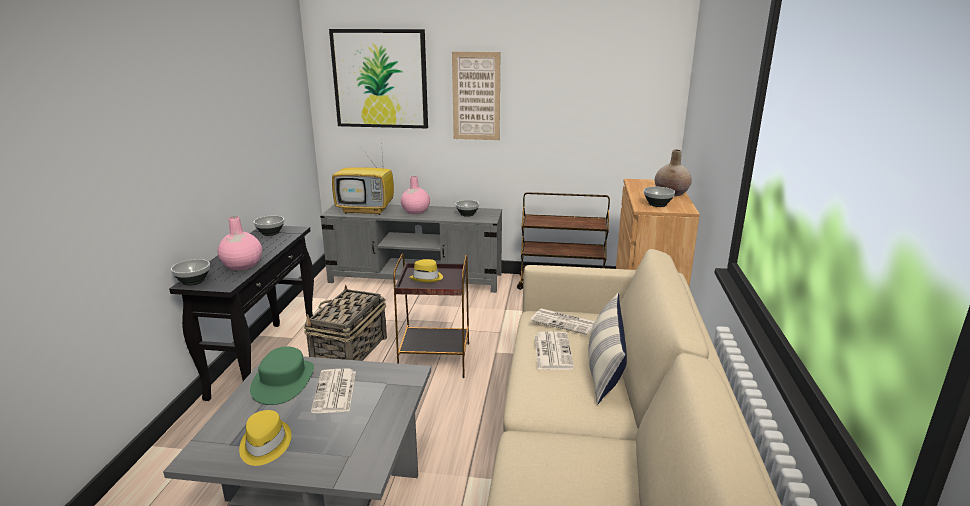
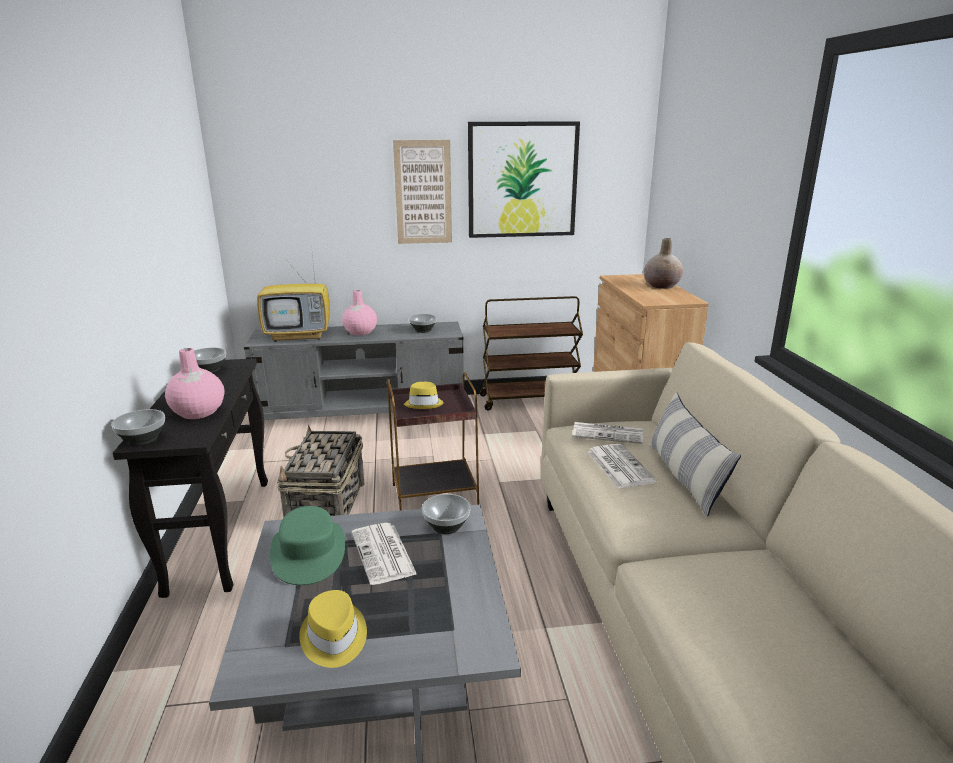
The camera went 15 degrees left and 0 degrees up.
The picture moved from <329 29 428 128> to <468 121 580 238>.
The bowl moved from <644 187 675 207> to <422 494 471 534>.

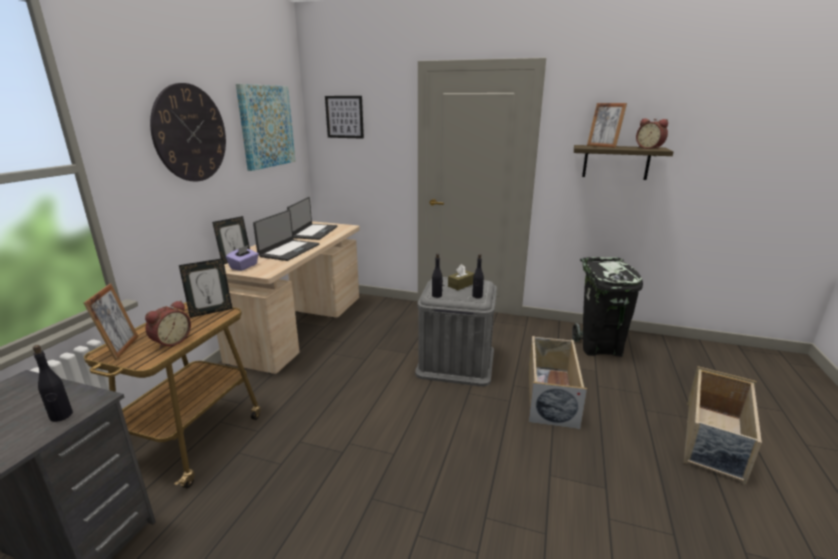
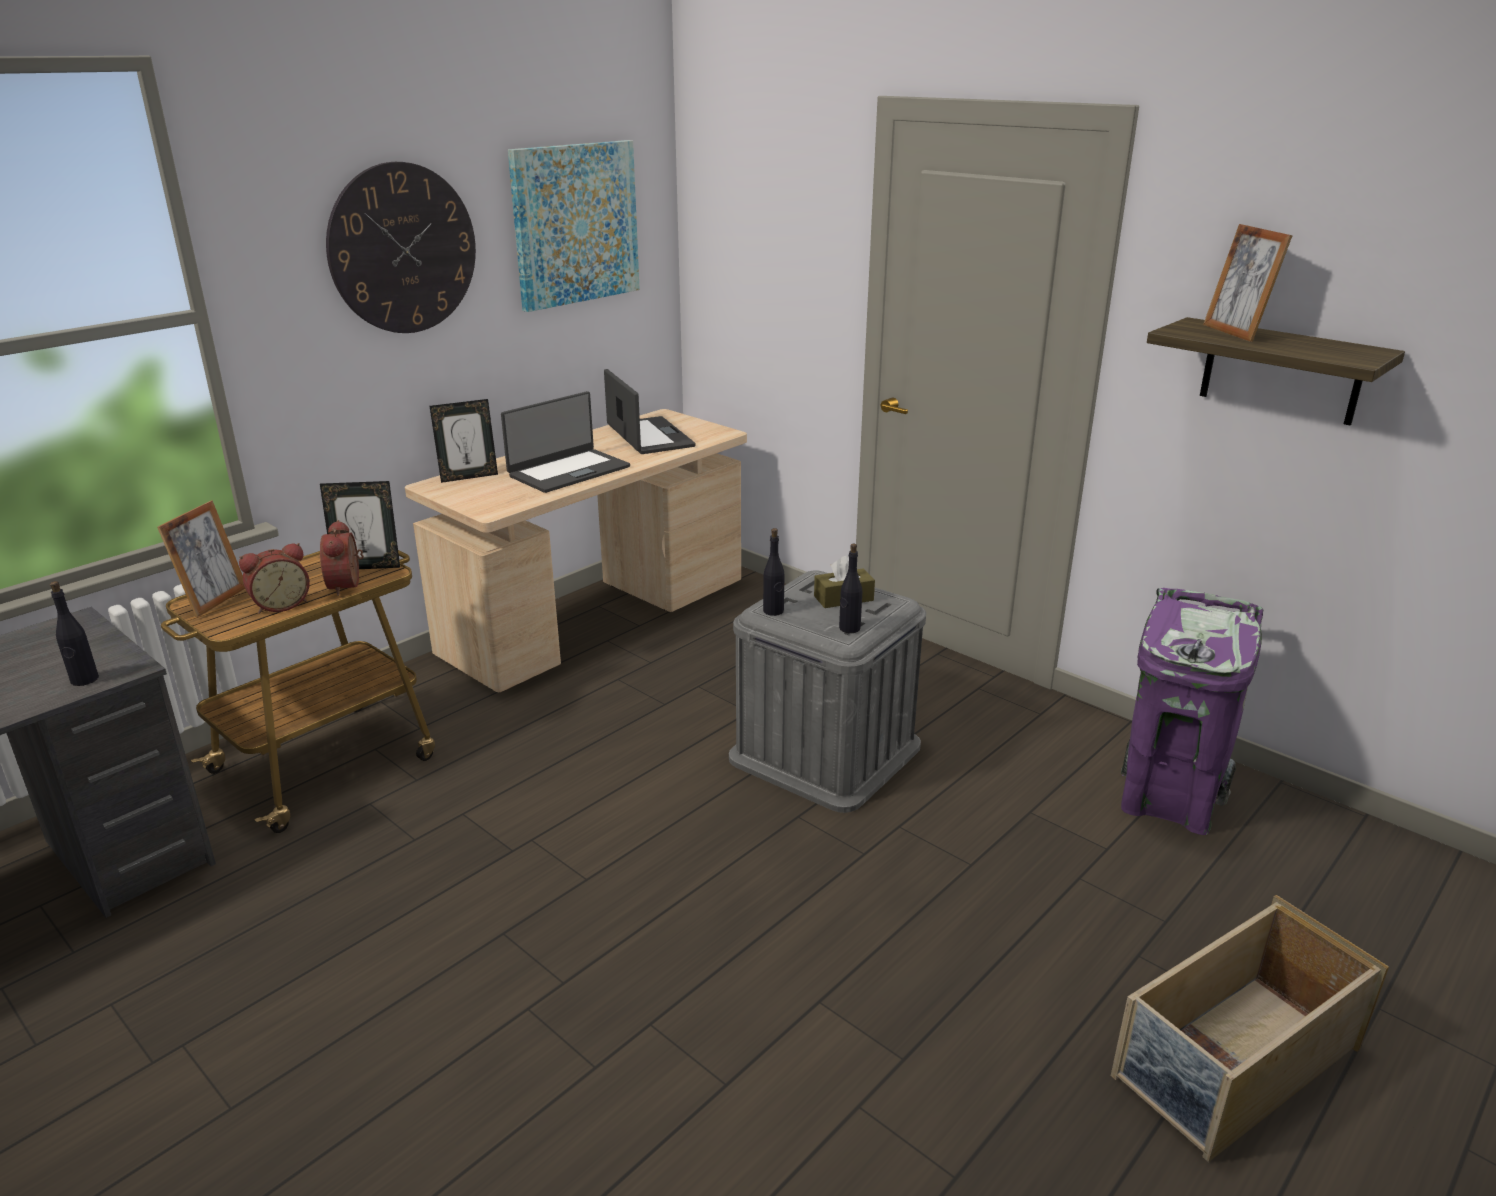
The camera went 25 degrees right and 5 degrees up.
The picture at <325 96 364 139> disappeared.
The alarm clock moved from <636 118 668 150> to <320 520 364 596>.
The laptop at <287 197 338 240> turned 60 degrees counterclockwise.
The purple tissue box at <226 245 259 271> disappeared.
The black trash can at <572 257 643 357> became the purple trash can at <1121 588 1264 835>.
The beige storage box at <529 336 587 429> disappeared.

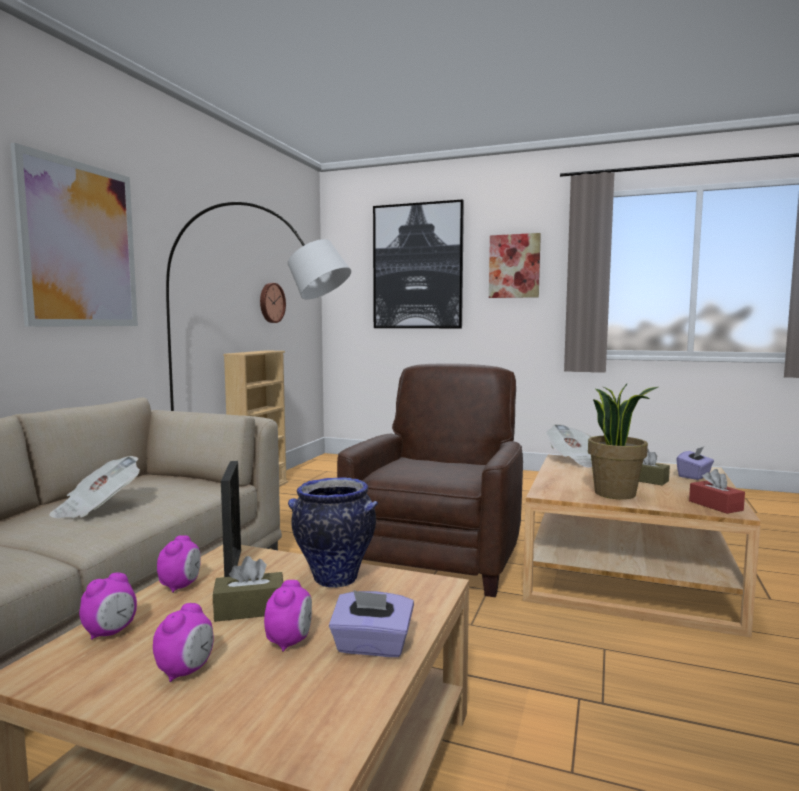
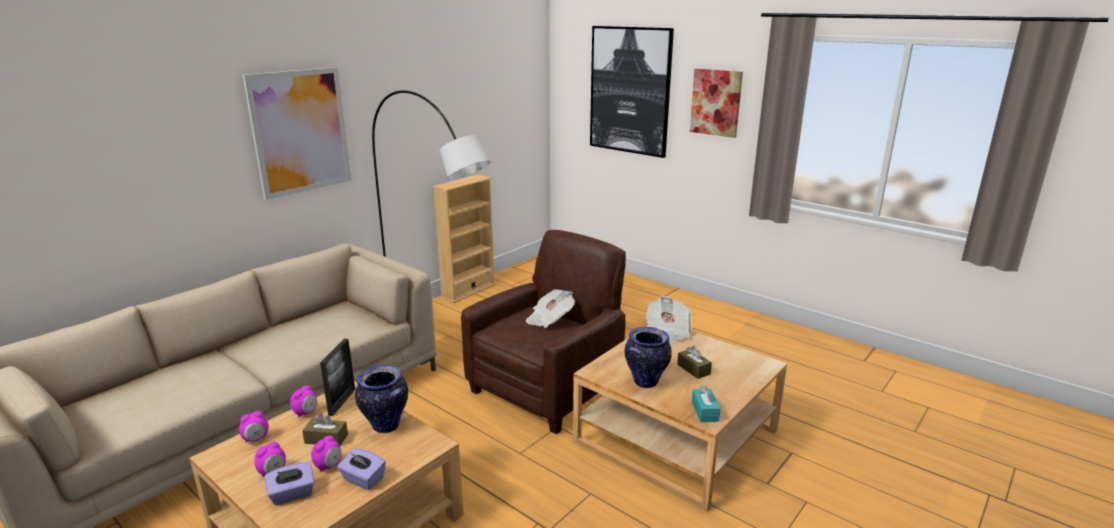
The camera went 20 degrees right and 15 degrees up.
The wall clock at <260 283 286 323> disappeared.
The potted plant at <588 383 658 499> was replaced by the vase at <625 327 672 388>.
The purple tissue box moved from <676 447 714 480> to <265 463 314 505>.
The newspaper moved from <49 456 140 518> to <526 290 575 328>.
The red tissue box at <689 469 745 514> became the turquoise tissue box at <692 385 721 422>.

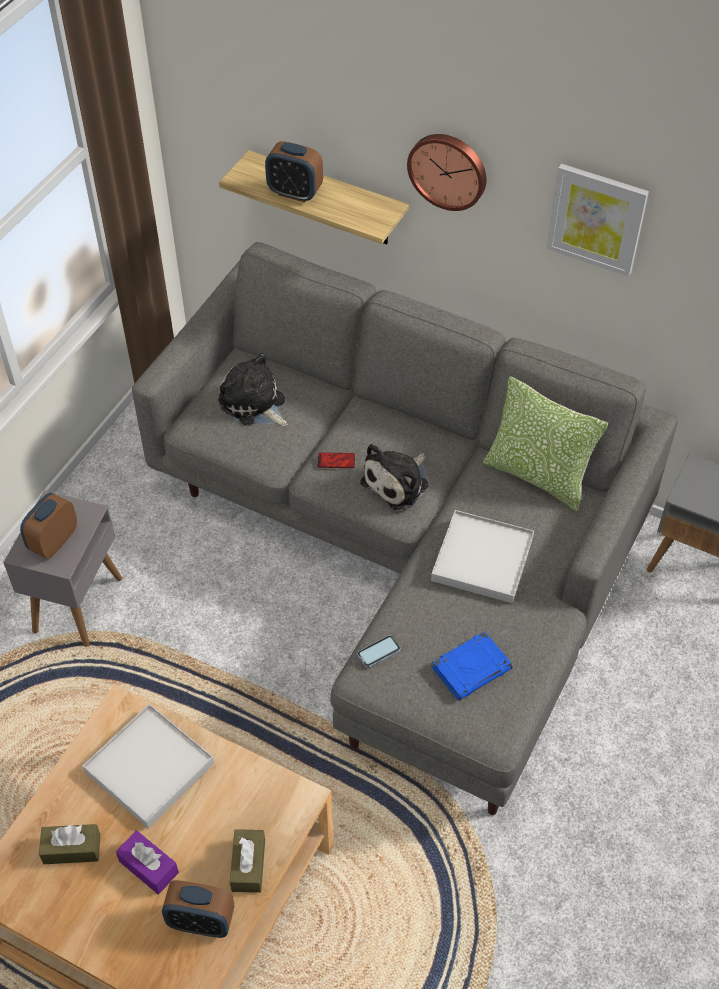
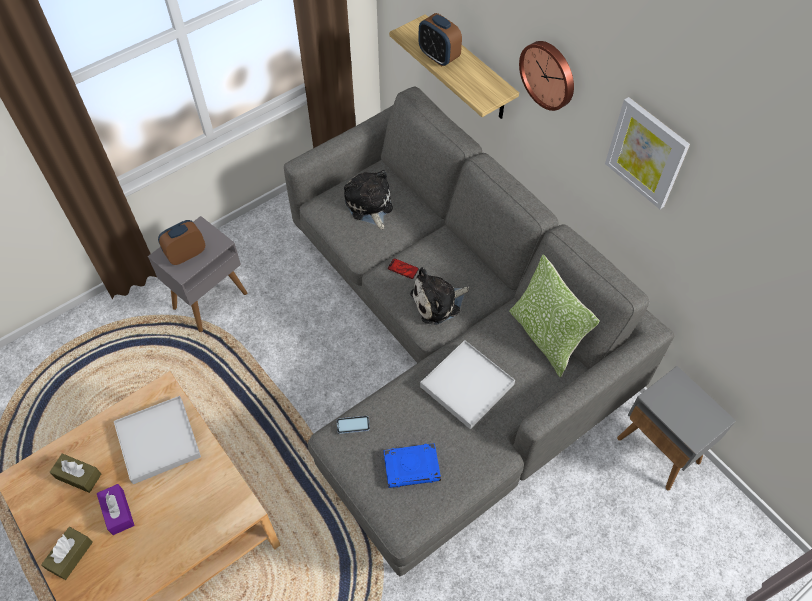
The camera went 25 degrees right and 5 degrees up.
The brown tissue box moved from <230 829 265 893> to <41 527 93 580>.
The alarm clock at <162 880 235 938> disappeared.

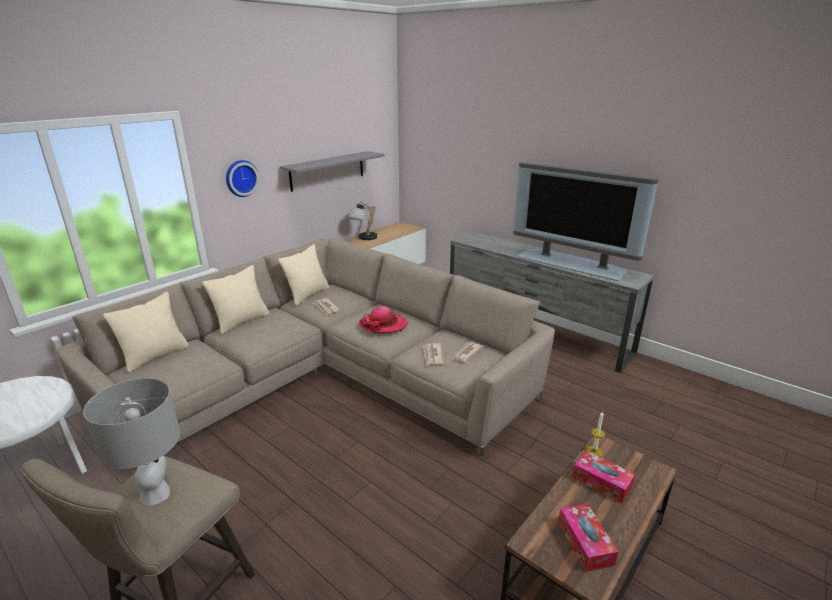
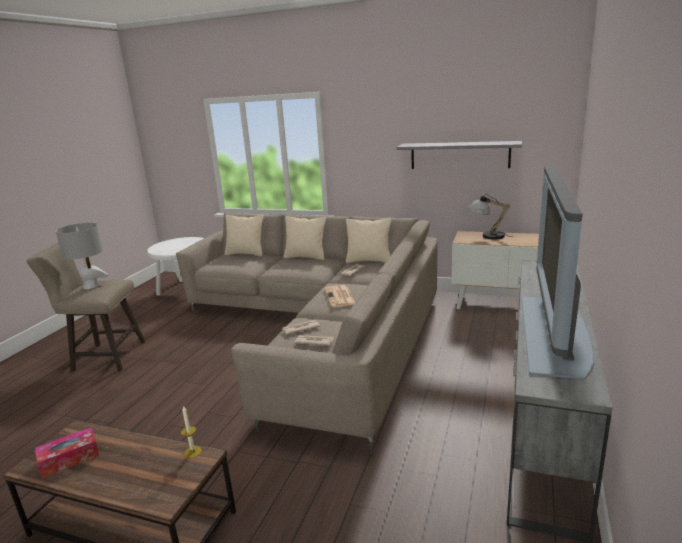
The camera went 70 degrees right and 5 degrees down.
The wall clock at <226 160 259 197> disappeared.
The hat at <359 306 408 334> was replaced by the newspaper at <325 285 355 307>.
The tissue box at <572 450 635 503> disappeared.

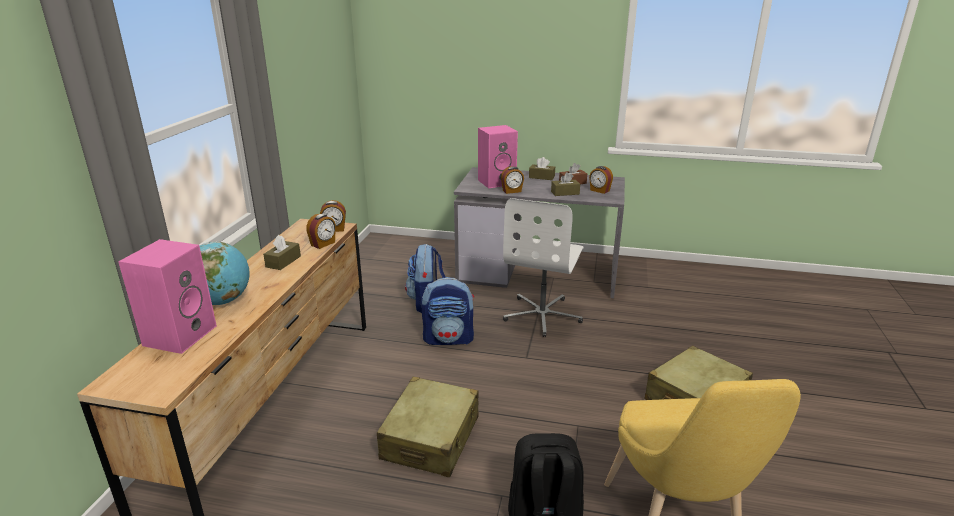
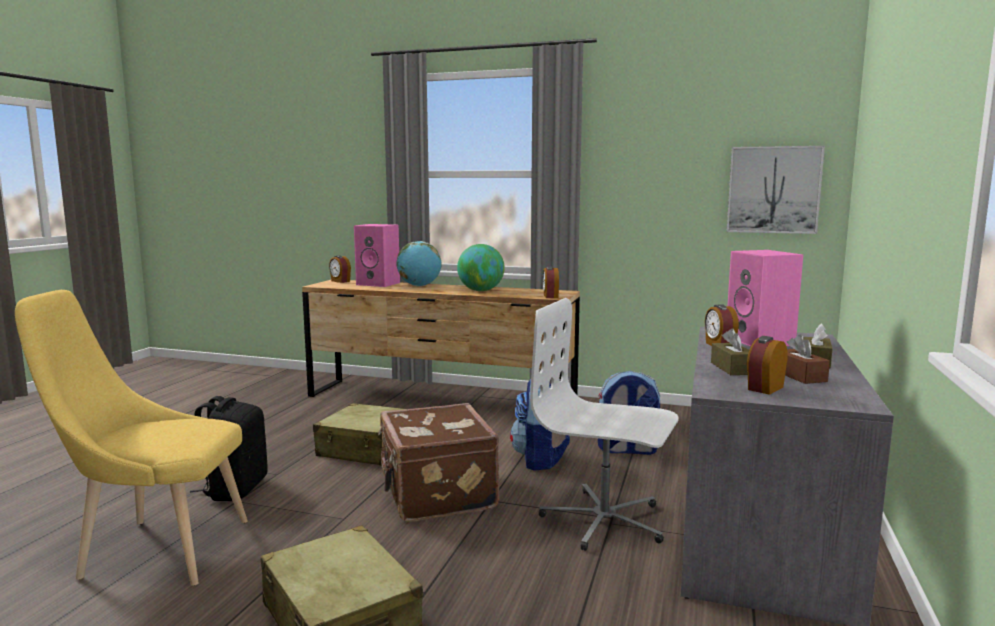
The camera went 95 degrees right and 15 degrees down.
The alarm clock moved from <306 214 336 249> to <329 255 351 283>.
The brown tissue box at <263 235 301 270> was replaced by the globe at <457 244 505 291>.
The picture at <727 146 825 234> appeared.
The brown suitcase at <378 403 499 522> appeared.

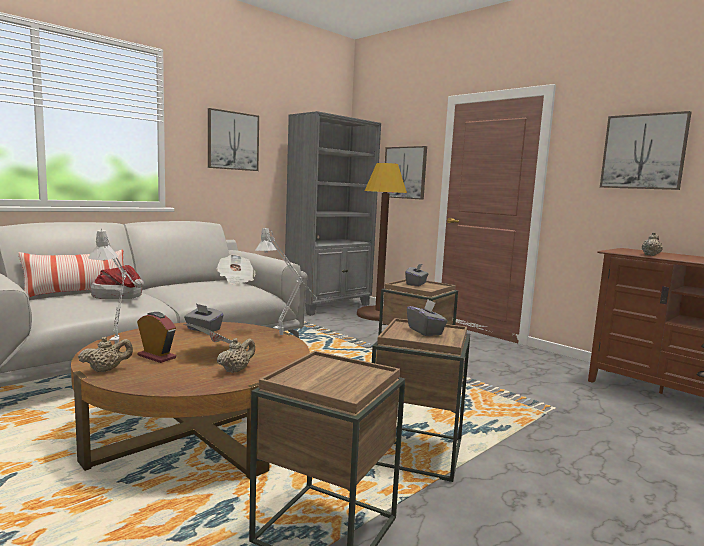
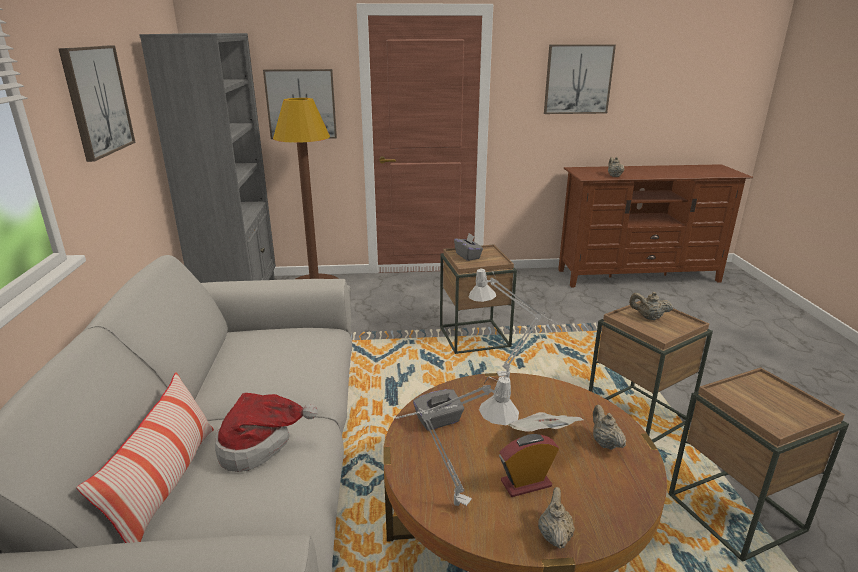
The camera went 50 degrees left and 15 degrees up.
The newspaper at <216 255 255 284> disappeared.
The grey tissue box at <407 300 448 336> was replaced by the beige teapot at <629 292 673 320>.

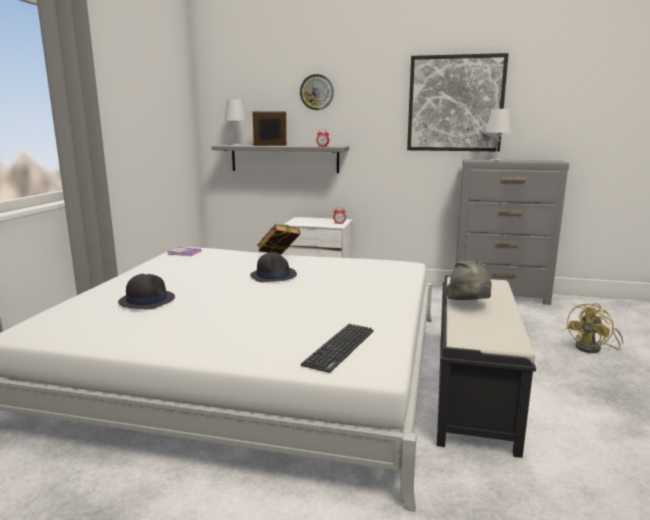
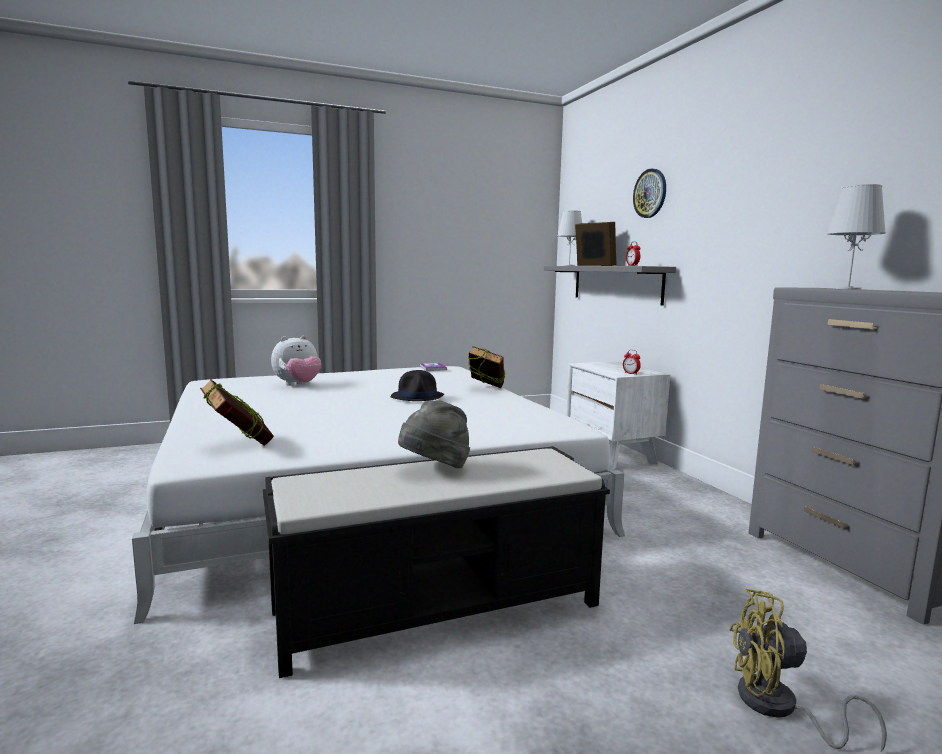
The camera went 55 degrees right and 5 degrees down.
The picture at <407 53 509 152> disappeared.
The black hat at <118 274 175 310> was replaced by the plush toy at <271 335 321 386>.
The keyboard at <301 324 374 373> was replaced by the book at <200 379 274 446>.

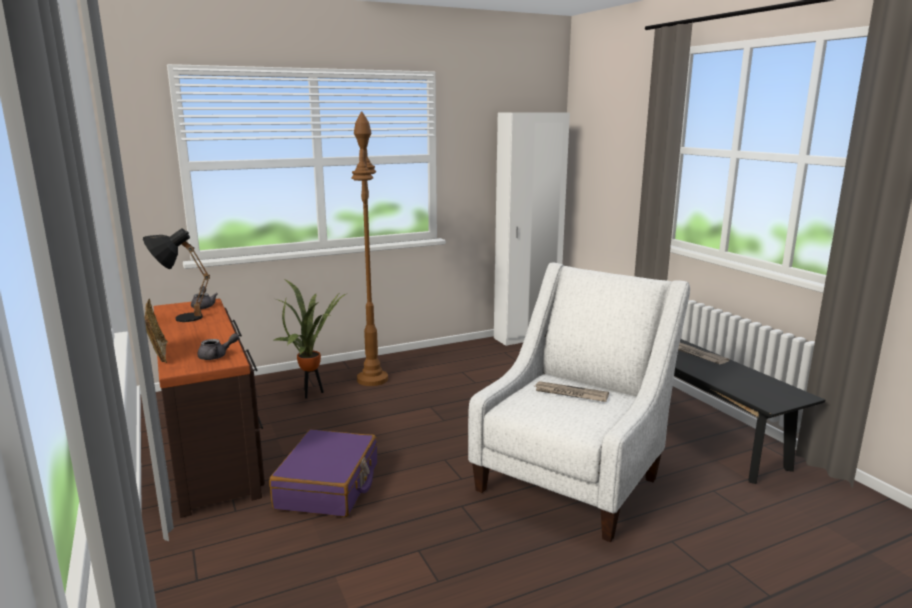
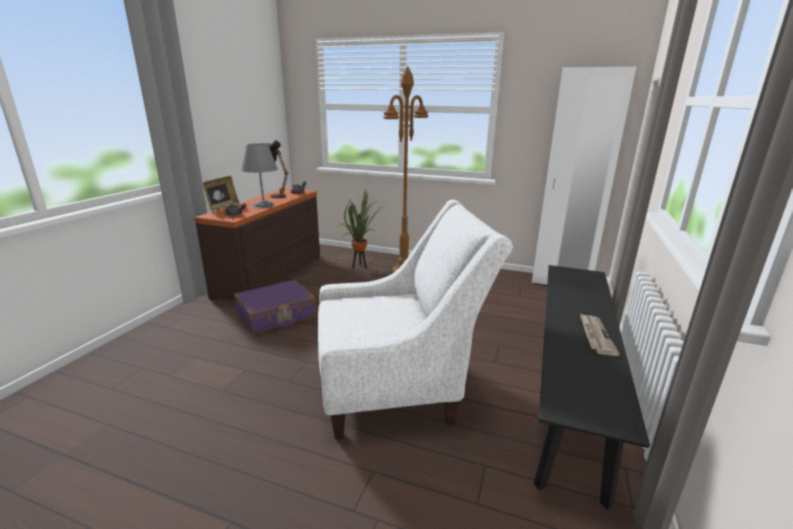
The camera went 45 degrees right and 5 degrees up.
The newspaper at <535 381 609 402> disappeared.
The grey table lamp at <241 143 278 208> appeared.

